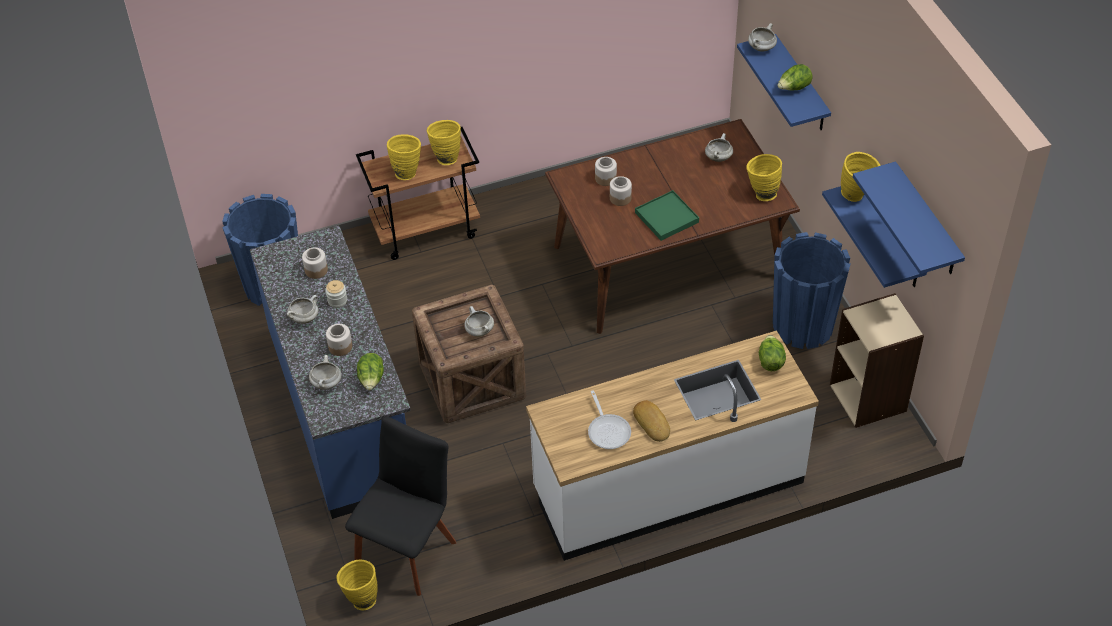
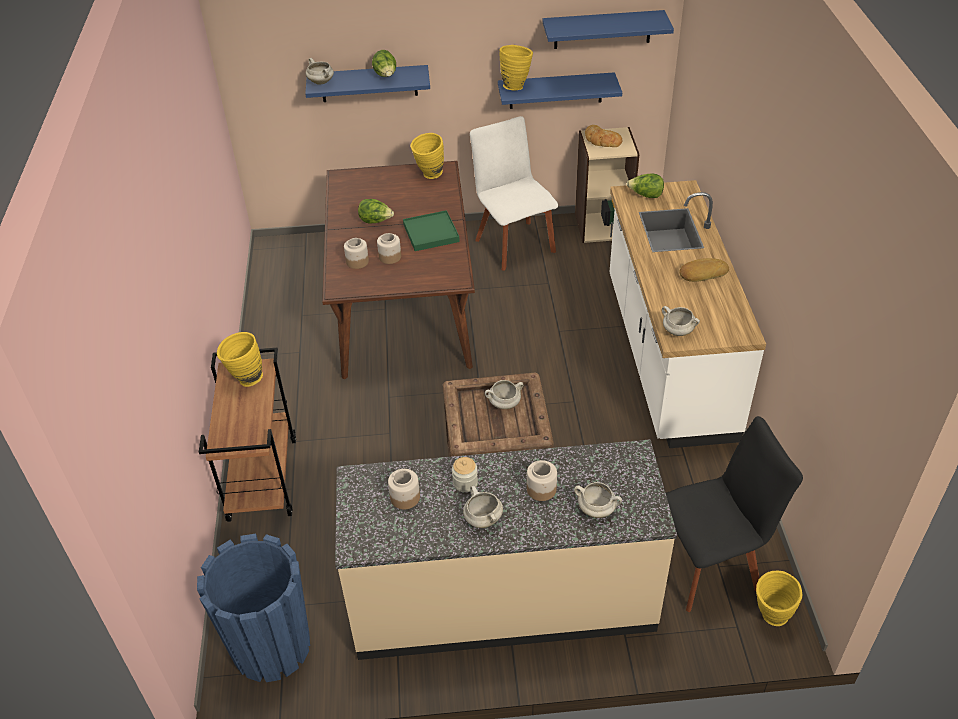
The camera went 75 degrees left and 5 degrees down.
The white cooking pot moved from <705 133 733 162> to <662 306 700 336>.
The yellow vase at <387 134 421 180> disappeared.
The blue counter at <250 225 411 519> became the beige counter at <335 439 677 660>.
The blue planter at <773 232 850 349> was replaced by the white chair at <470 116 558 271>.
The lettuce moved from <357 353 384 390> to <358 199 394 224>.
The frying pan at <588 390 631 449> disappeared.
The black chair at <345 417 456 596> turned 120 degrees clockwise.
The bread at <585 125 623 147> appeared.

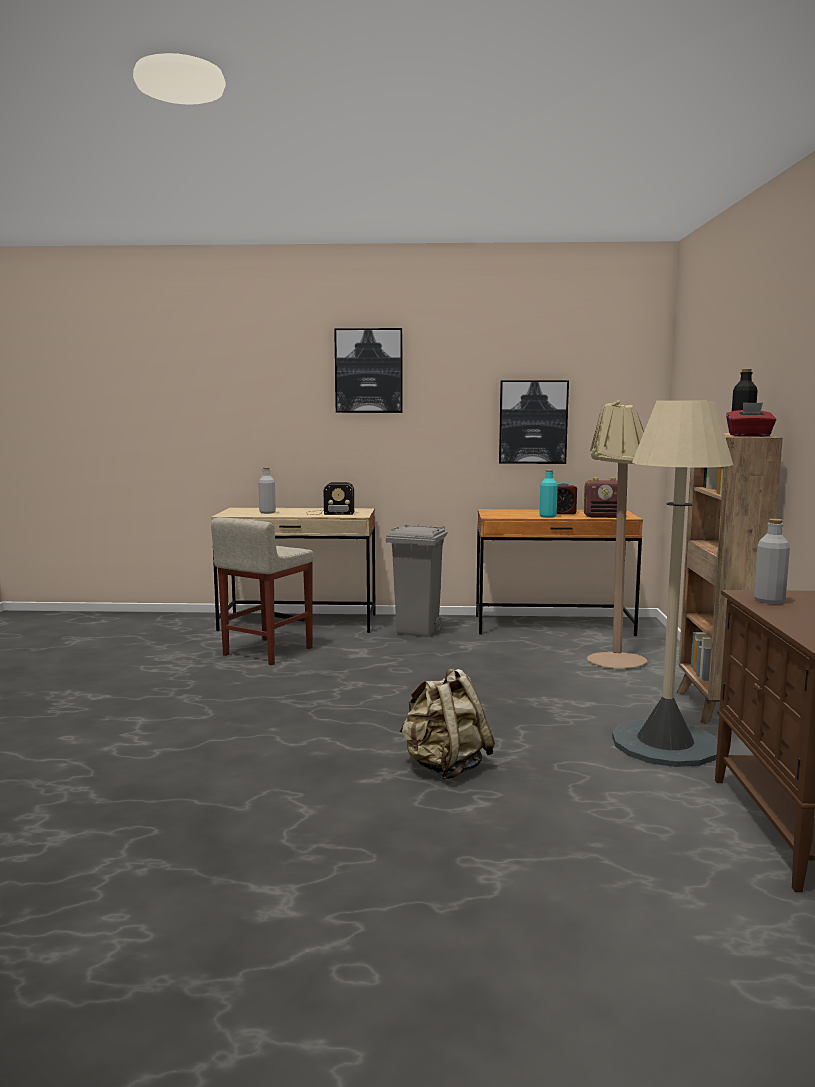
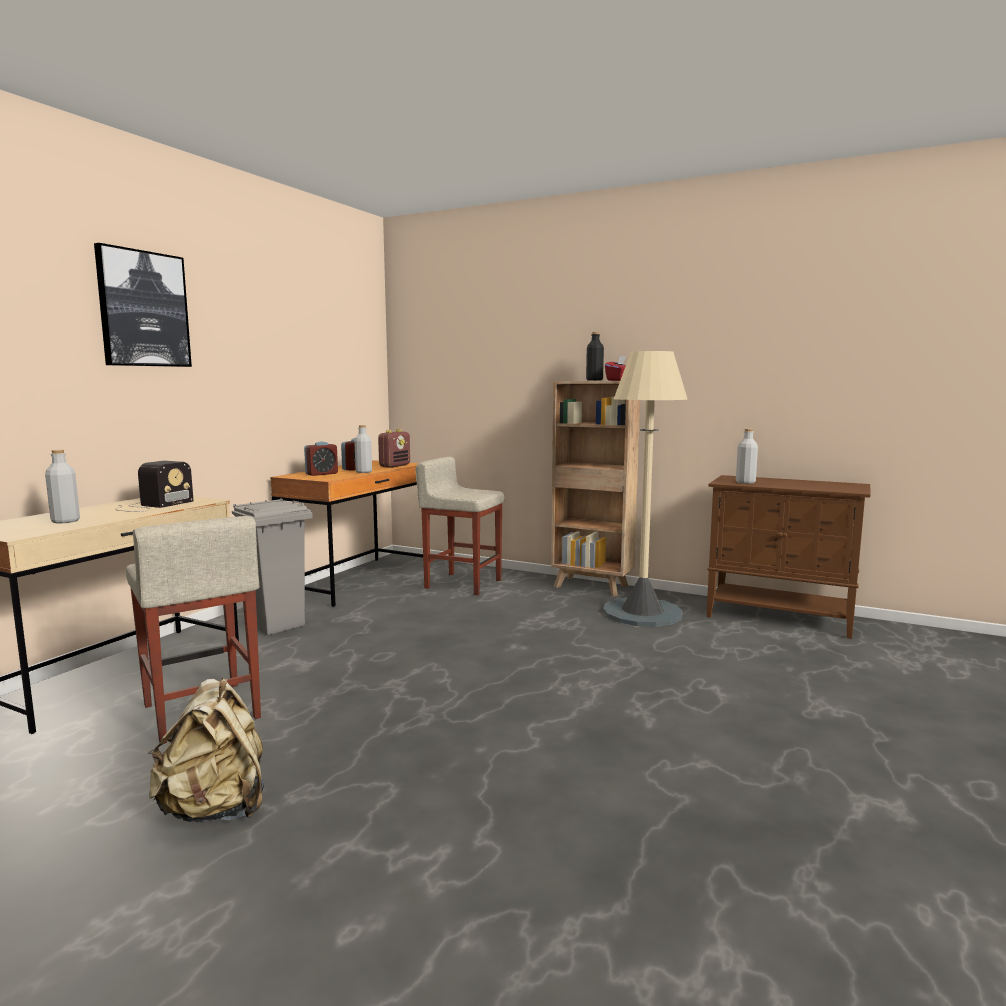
The camera went 65 degrees left and 0 degrees up.
The picture at <499 380 569 464> disappeared.
The beige floor lamp at <587 400 647 669> was replaced by the beige stool at <416 457 505 595>.
The turquoise bottle at <540 470 558 518> became the grey bottle at <354 425 372 473>.
The beige backpack moved from <399 669 495 780> to <148 678 264 822>.
The alarm clock at <304 442 338 476> appeared.

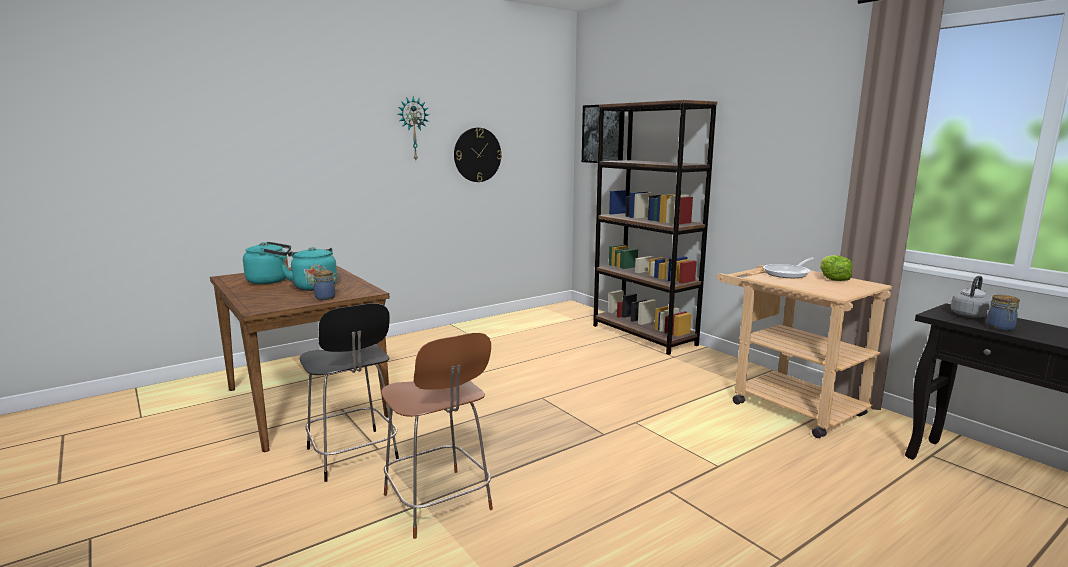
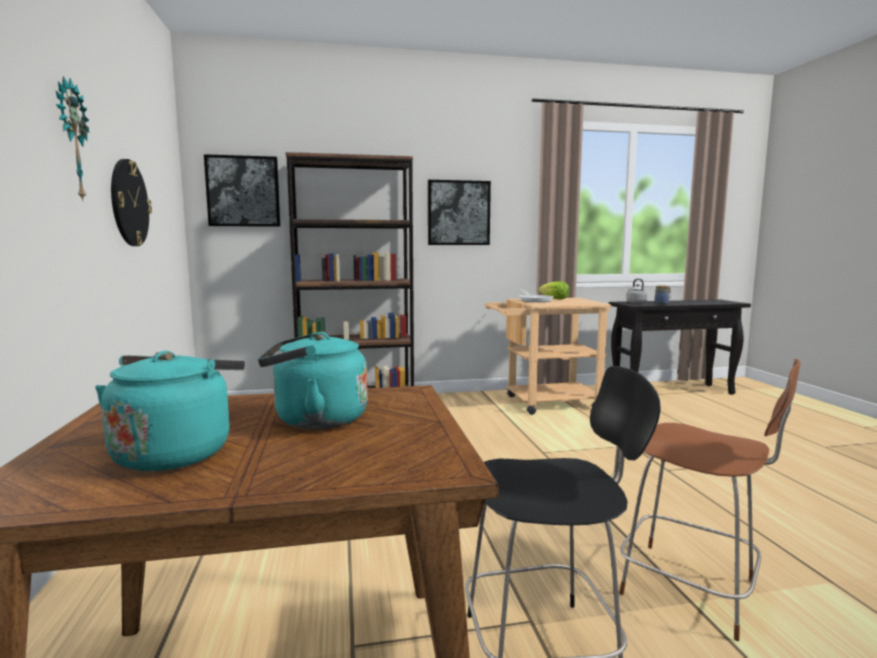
The camera went 65 degrees left and 5 degrees down.
The jar at <313 270 337 300> disappeared.
The brown chair at <381 332 493 539> turned 45 degrees clockwise.
The picture at <428 180 491 245> appeared.

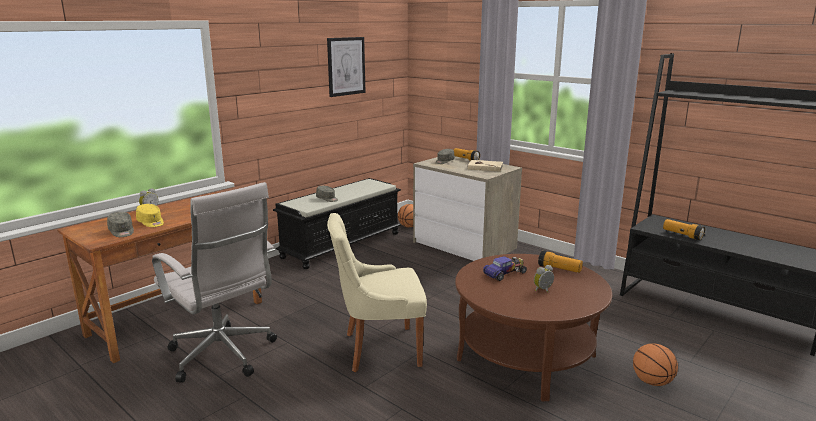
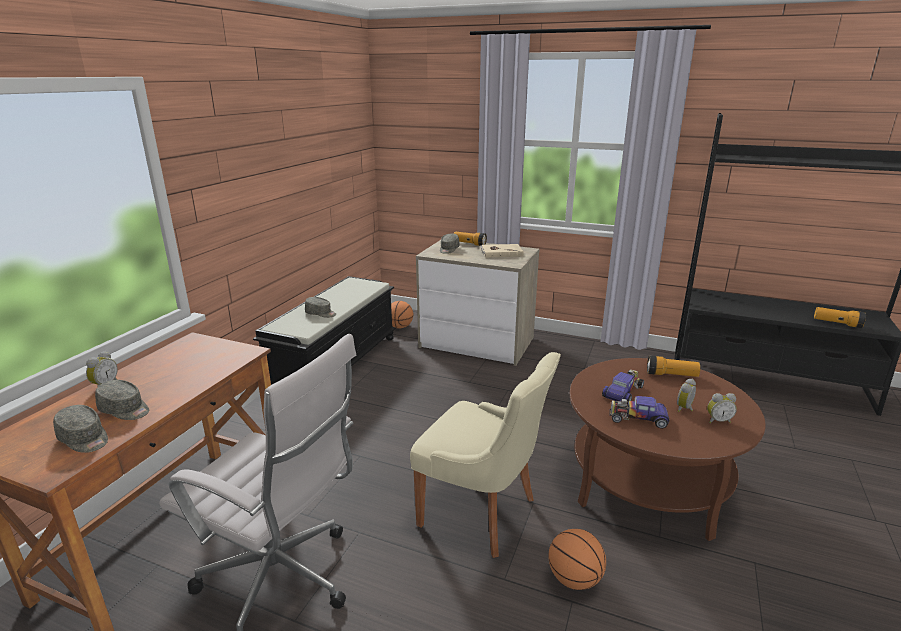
The camera went 20 degrees left and 5 degrees up.
The picture at <327 37 365 97> disappeared.
The yellow cap at <136 204 164 227> became the grey cap at <95 380 149 420>.
The beige chair at <327 213 427 372> turned 120 degrees counterclockwise.
The flashlight moved from <663 219 705 240> to <814 307 866 328>.
The basketball moved from <633 343 678 386> to <548 529 606 590>.
The alarm clock at <707 393 737 423> appeared.
The toy car at <609 396 669 429> appeared.

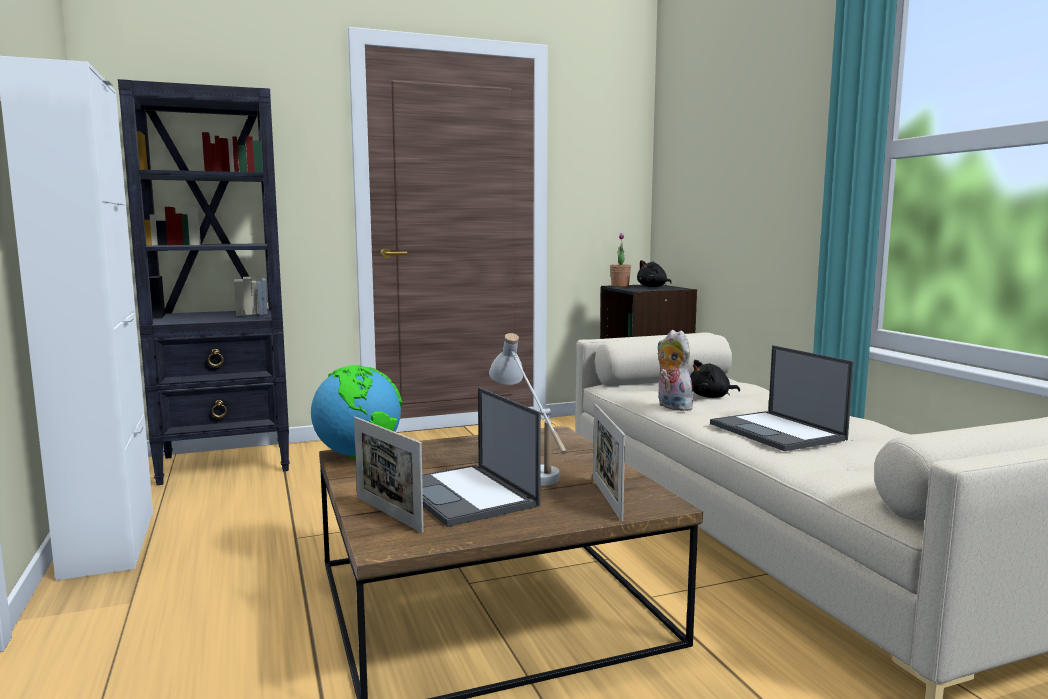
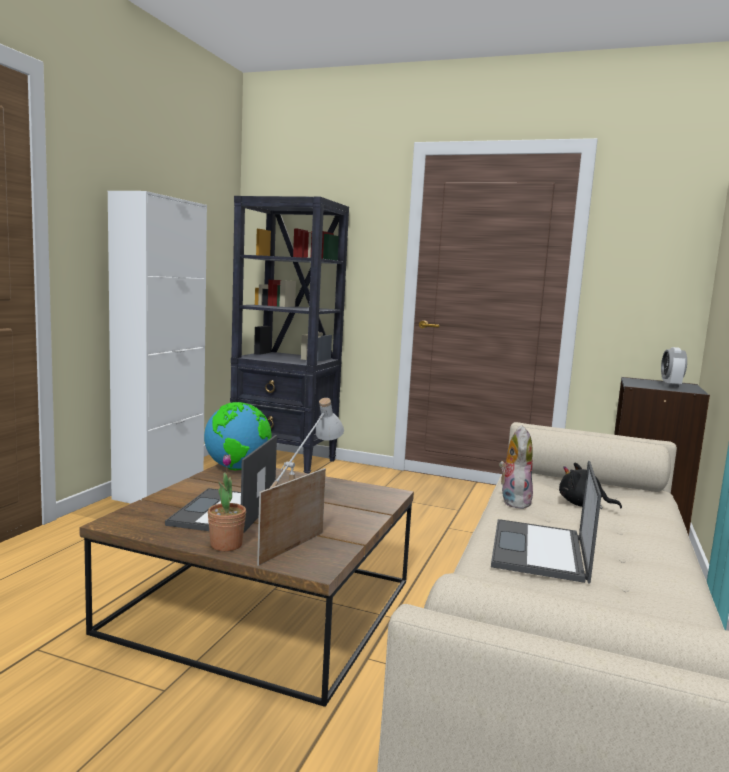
The camera went 40 degrees right and 0 degrees up.
The potted plant moved from <610 233 631 287> to <208 454 246 551>.
The black plush toy at <637 260 672 287> was replaced by the alarm clock at <661 347 687 388>.
The picture frame at <354 417 424 533> disappeared.

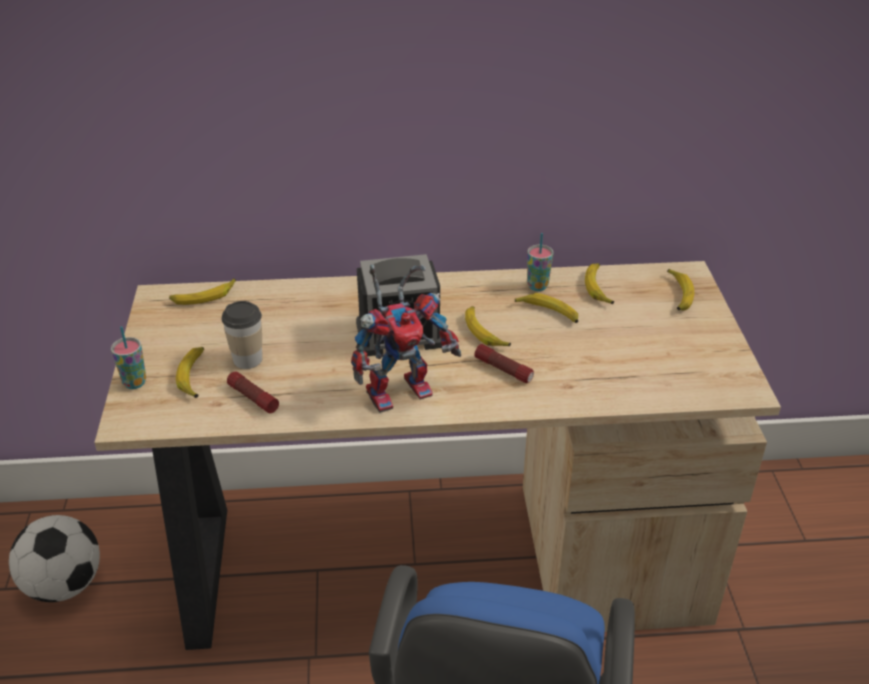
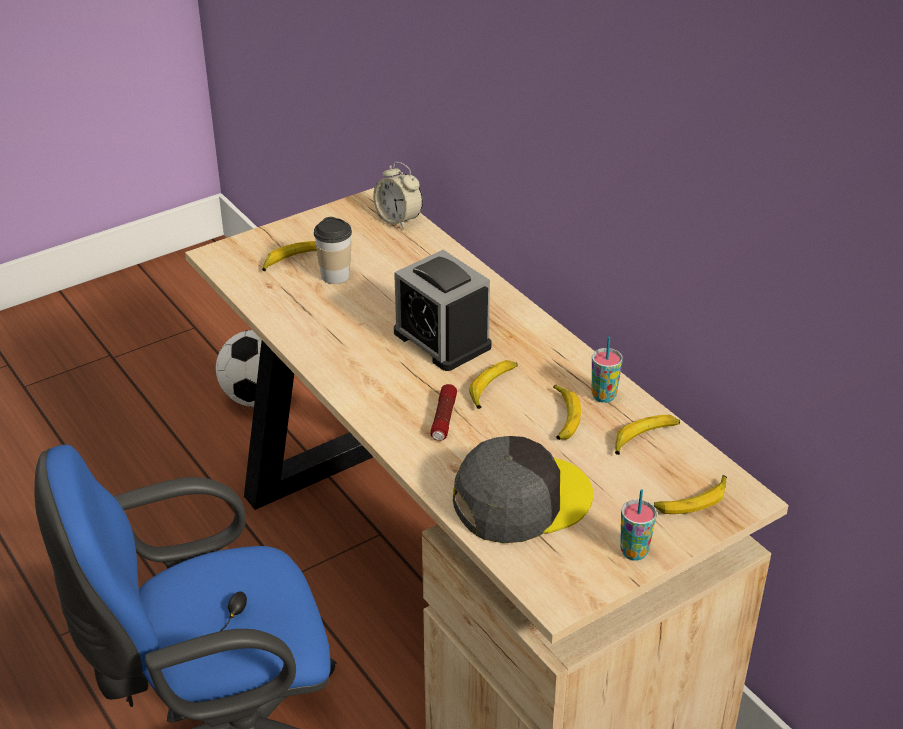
The camera went 60 degrees right and 0 degrees up.
The toy robot at <351 265 461 413> disappeared.
The banana at <169 278 236 305> was replaced by the alarm clock at <373 162 423 229>.
The cup moved from <111 326 146 389> to <620 490 657 561>.
The flashlight at <227 371 279 413> disappeared.
The grey cap at <453 436 593 543> appeared.

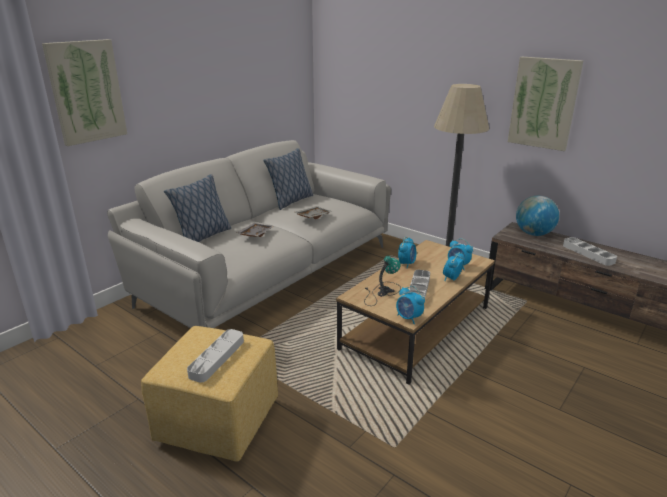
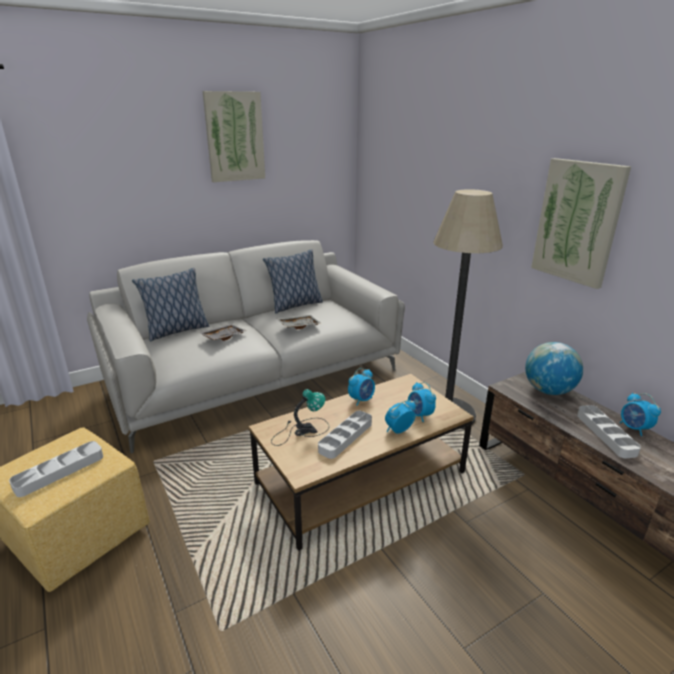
The camera went 20 degrees right and 0 degrees up.
The picture moved from <42 39 127 146> to <203 91 265 182>.
The alarm clock moved from <396 286 425 324> to <620 393 661 436>.

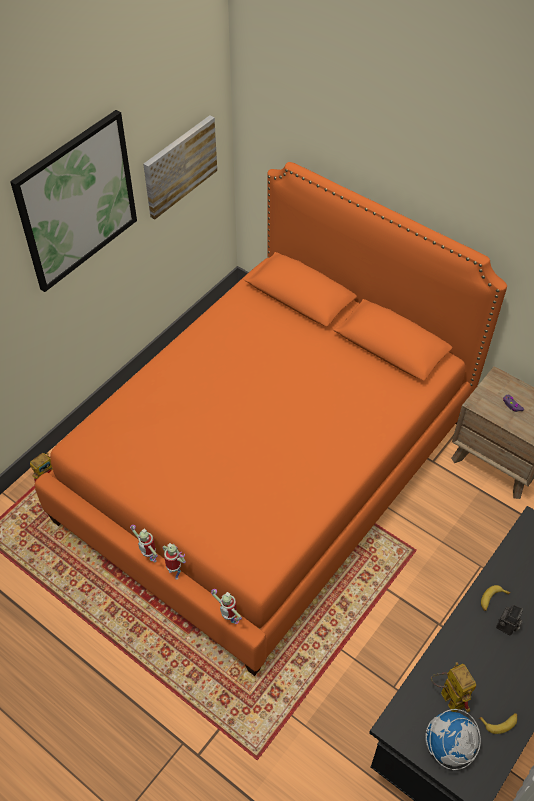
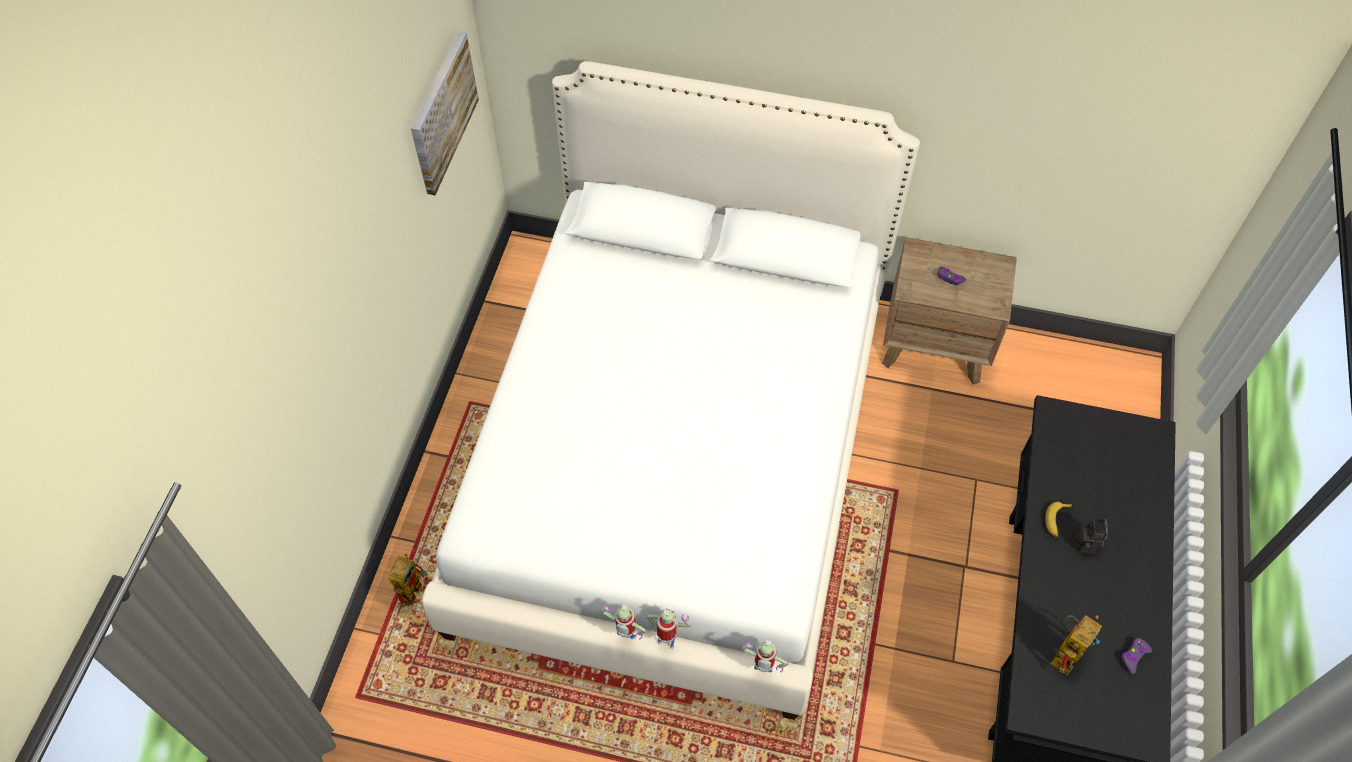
The camera went 25 degrees left and 5 degrees up.
The picture at <10 110 137 292> disappeared.
The orange bed at <35 162 507 676> became the white bed at <422 61 920 720>.
The toy robot at <431 662 476 713> turned 90 degrees clockwise.
The globe at <425 709 481 770> disappeared.
The banana at <479 713 517 734> was replaced by the purple game controller at <1121 638 1152 674>.

